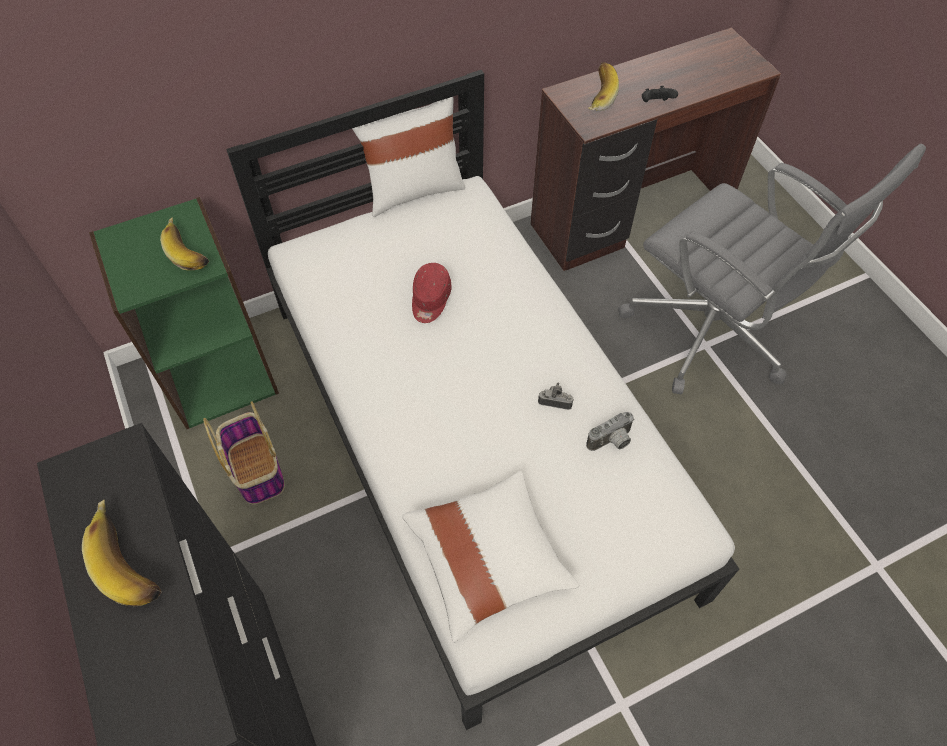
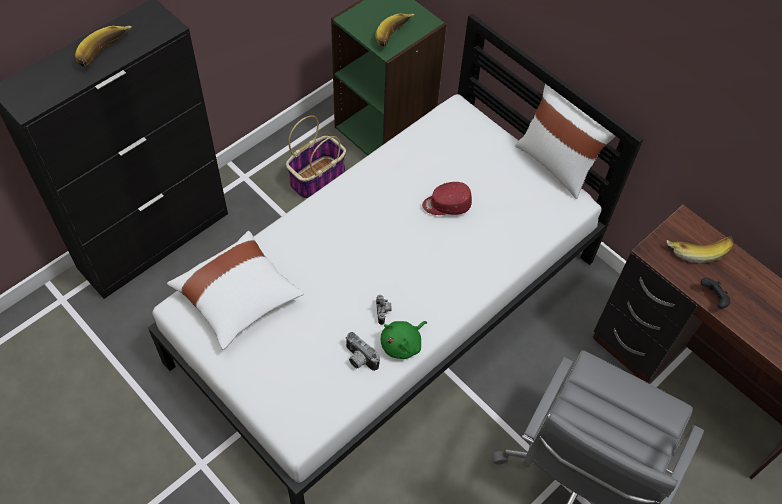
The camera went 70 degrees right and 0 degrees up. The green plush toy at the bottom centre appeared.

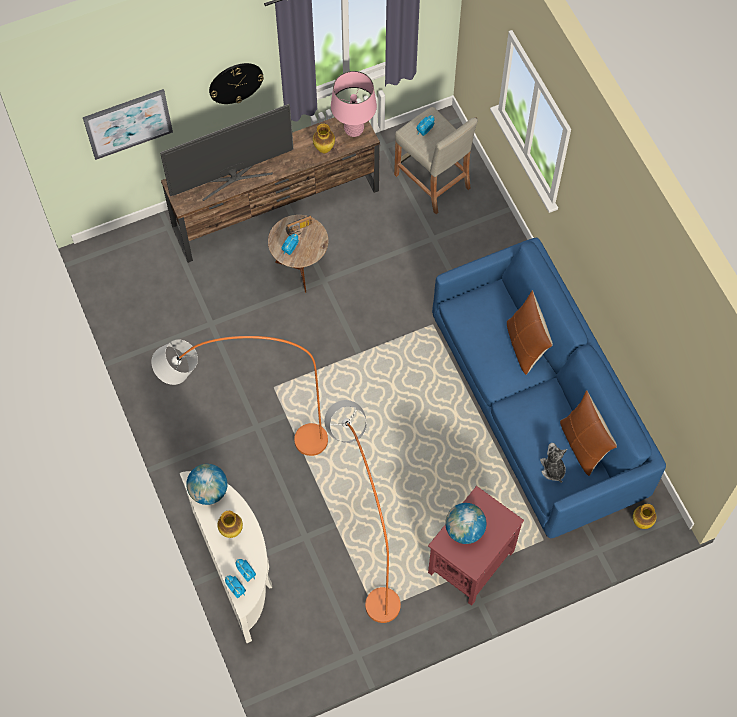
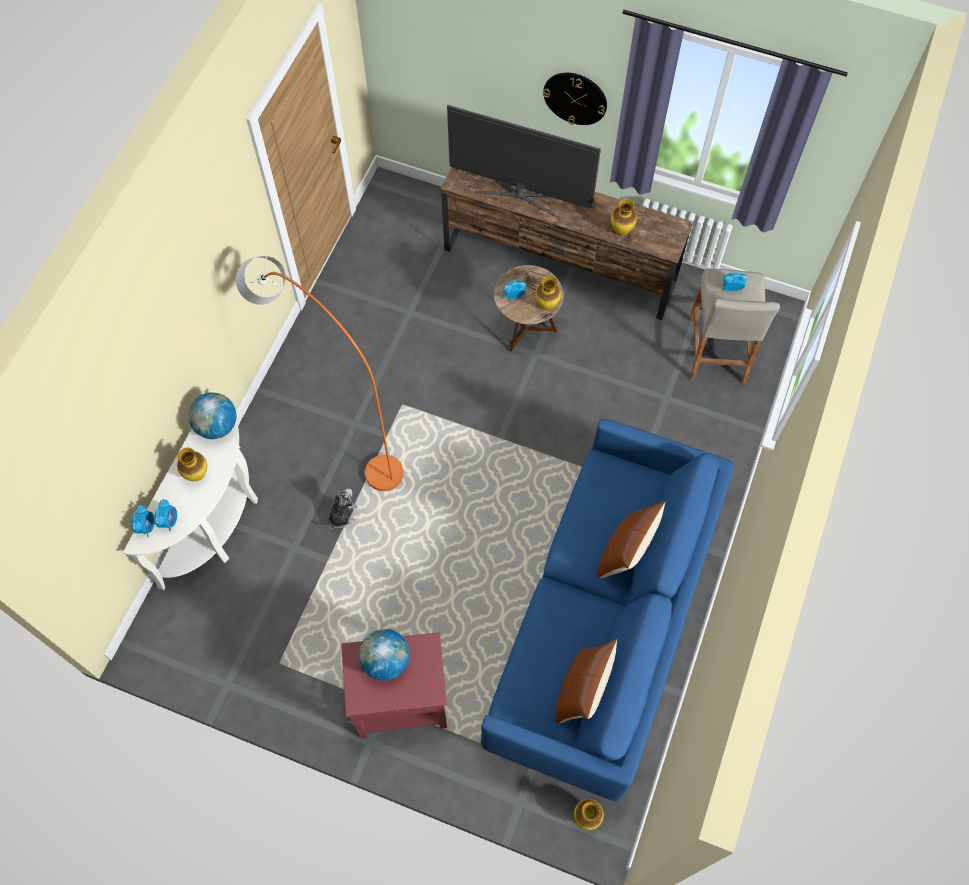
The camera went 45 degrees right and 0 degrees up. The plush toy moved from the middle right to the centre. The vase (2nd from left) at the top centre appeared. The picture at the top left disappeared. The orange floor lamp (2nd from left) at the bottom centre disappeared. The pink table lamp at the top centre disappeared.

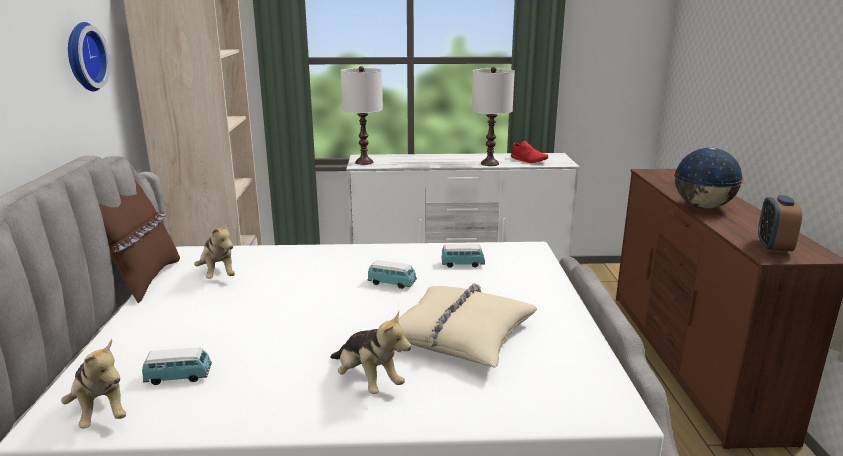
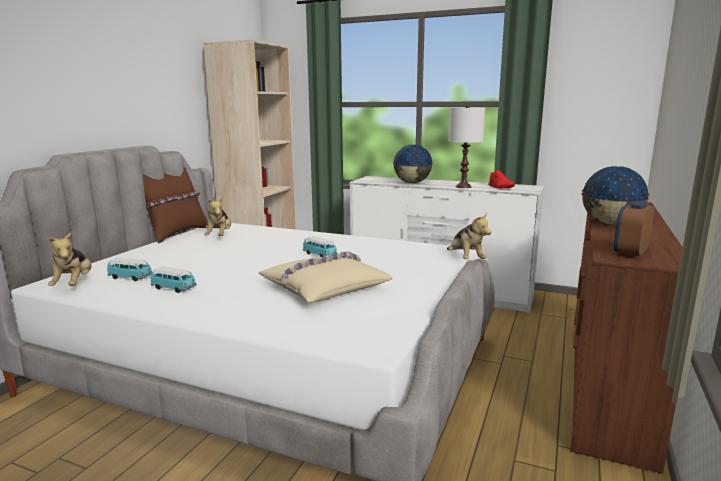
The camera went 25 degrees right and 5 degrees down. The toy car (3rd from left in the first image) moved from the centre to the middle left. The globe (1st from left) at the centre appeared. The plush toy (3rd from left) moved from the bottom centre to the centre. The wall clock at the top left disappeared. The white table lamp (1st from left) at the top centre disappeared.

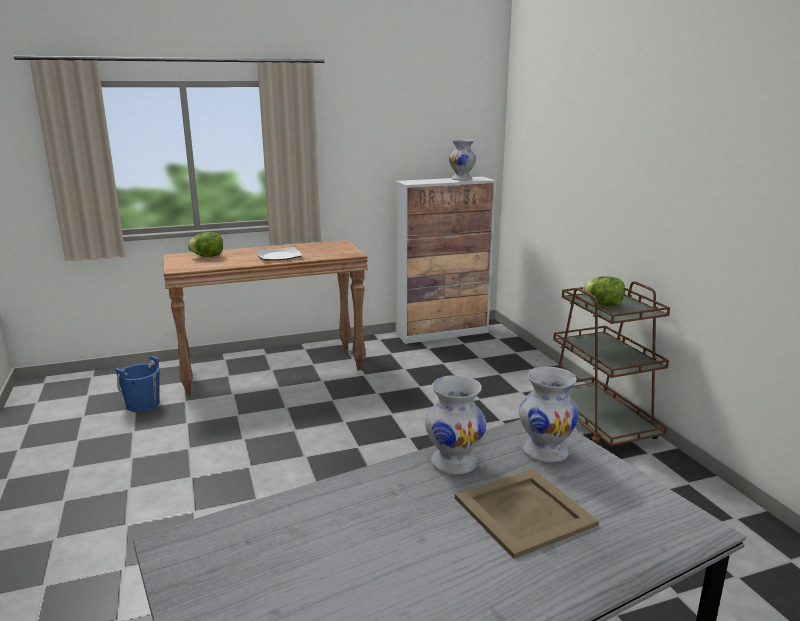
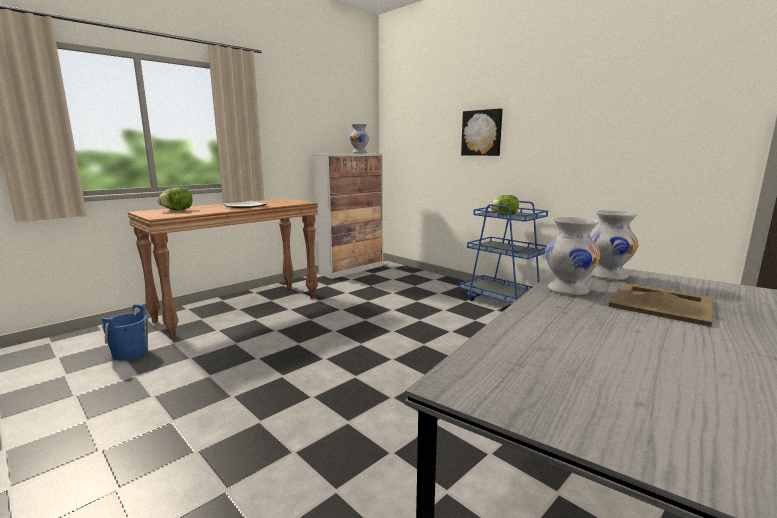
The camera went 25 degrees left and 5 degrees down. The brown cart at the middle right became the blue cart at the centre. The picture at the top centre appeared.

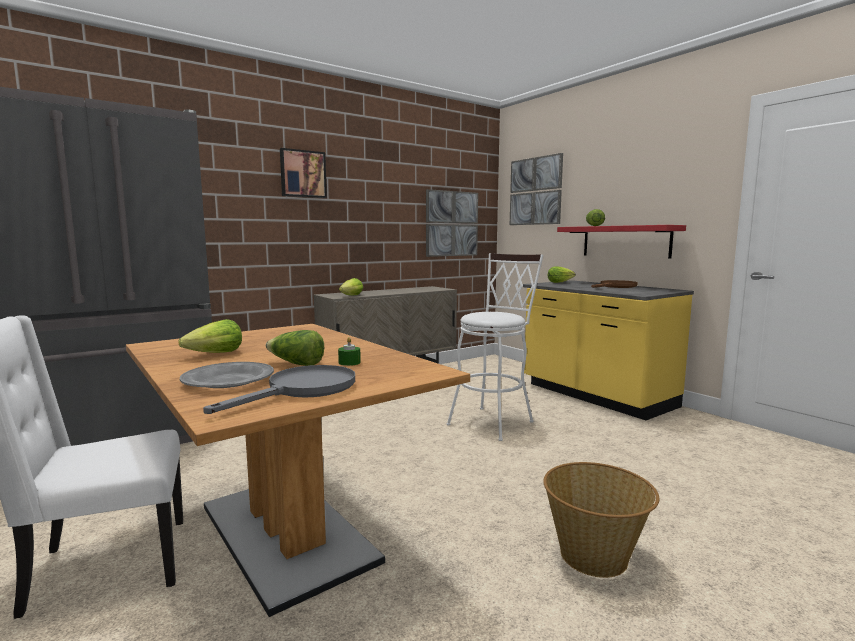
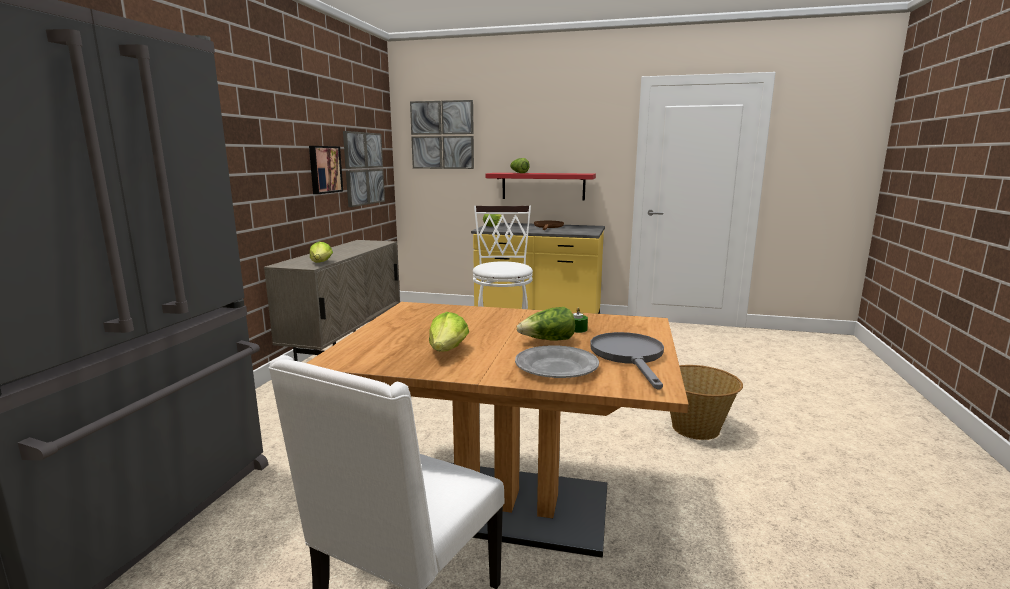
The camera went 40 degrees left and 5 degrees up. The picture (1st from left) moved from the top centre to the top left.

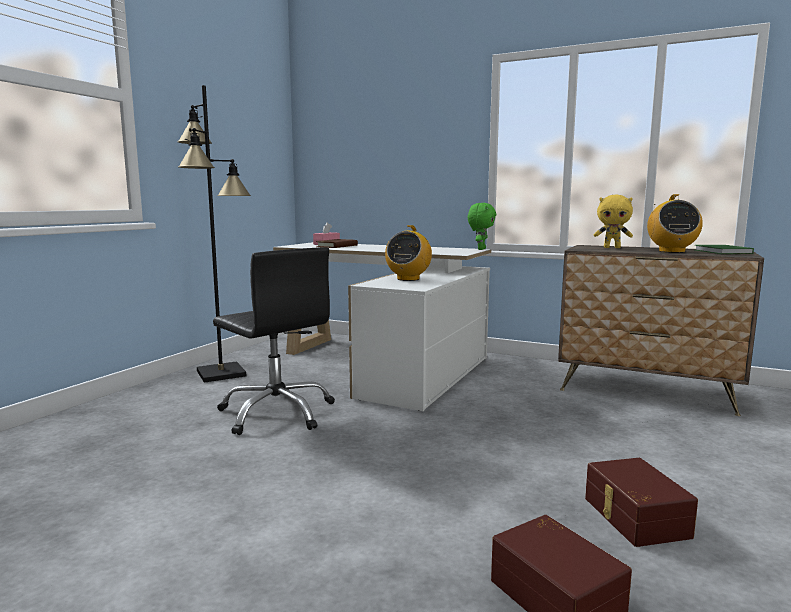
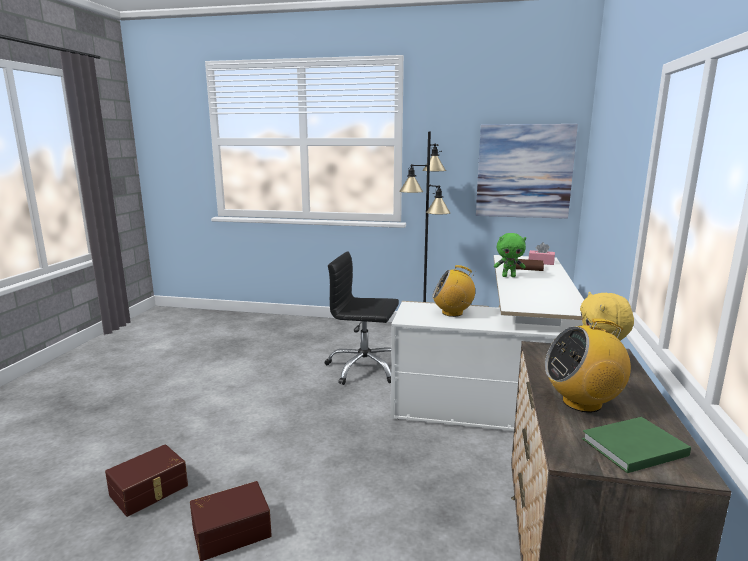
The camera went 75 degrees right and 5 degrees up. The black office chair at the centre turned 75 degrees clockwise. The picture at the top right appeared. The green plush toy moved from the centre to the middle right.

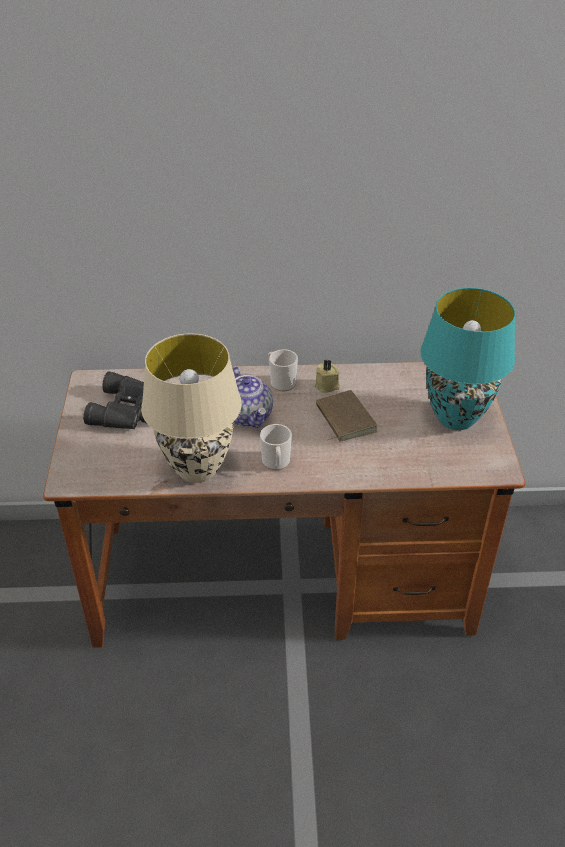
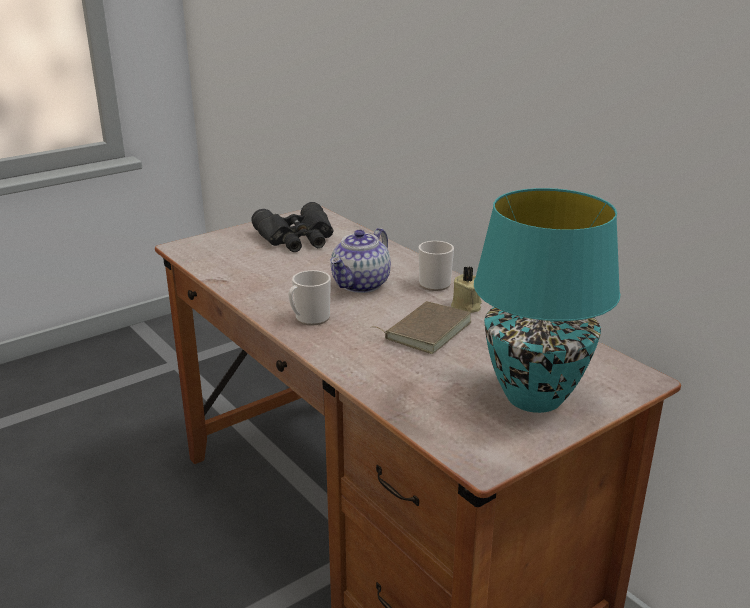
The camera went 55 degrees right and 15 degrees down. The beige table lamp at the centre disappeared.

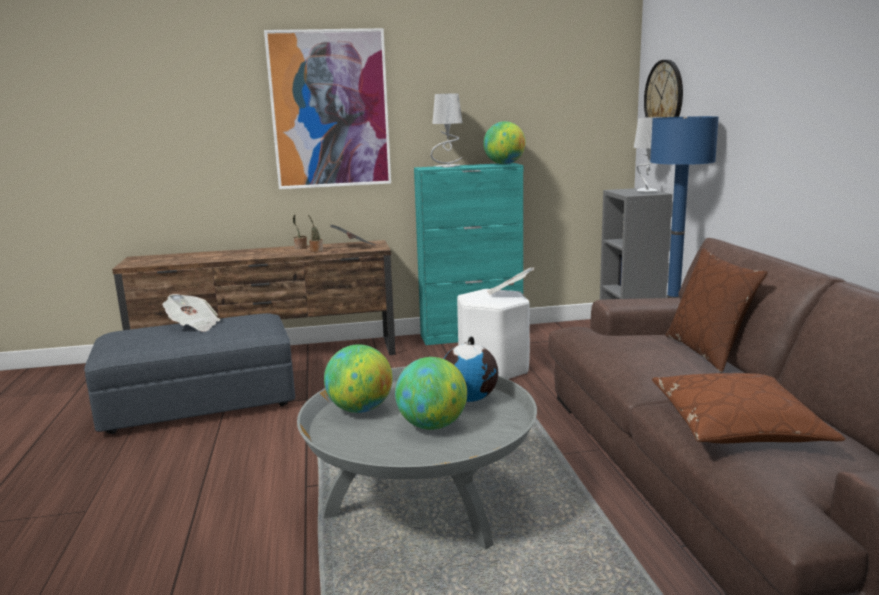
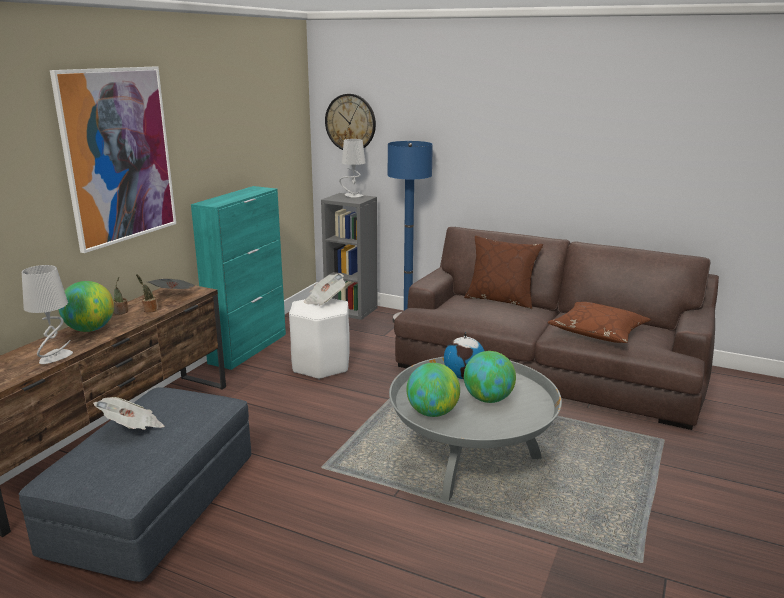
The camera went 55 degrees left and 5 degrees up. The grey table lamp (1st from left) moved from the top centre to the middle left. The globe (4th from left in the first image) moved from the top centre to the middle left.

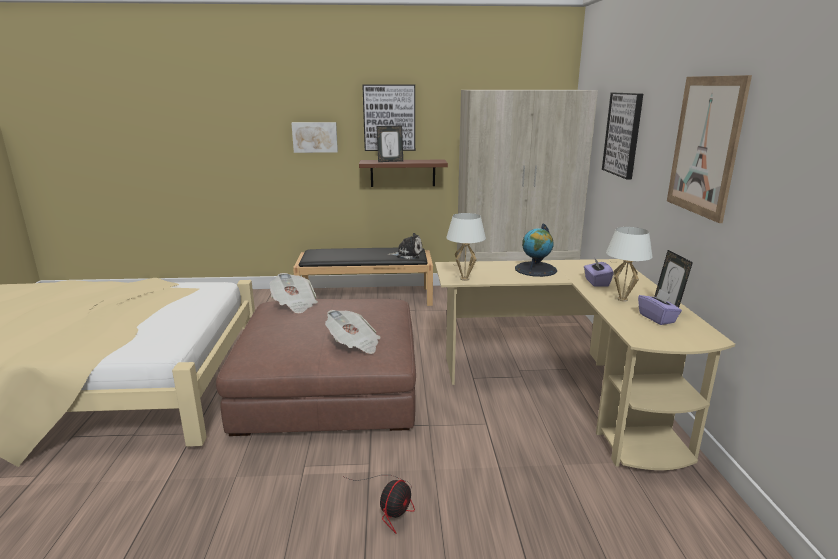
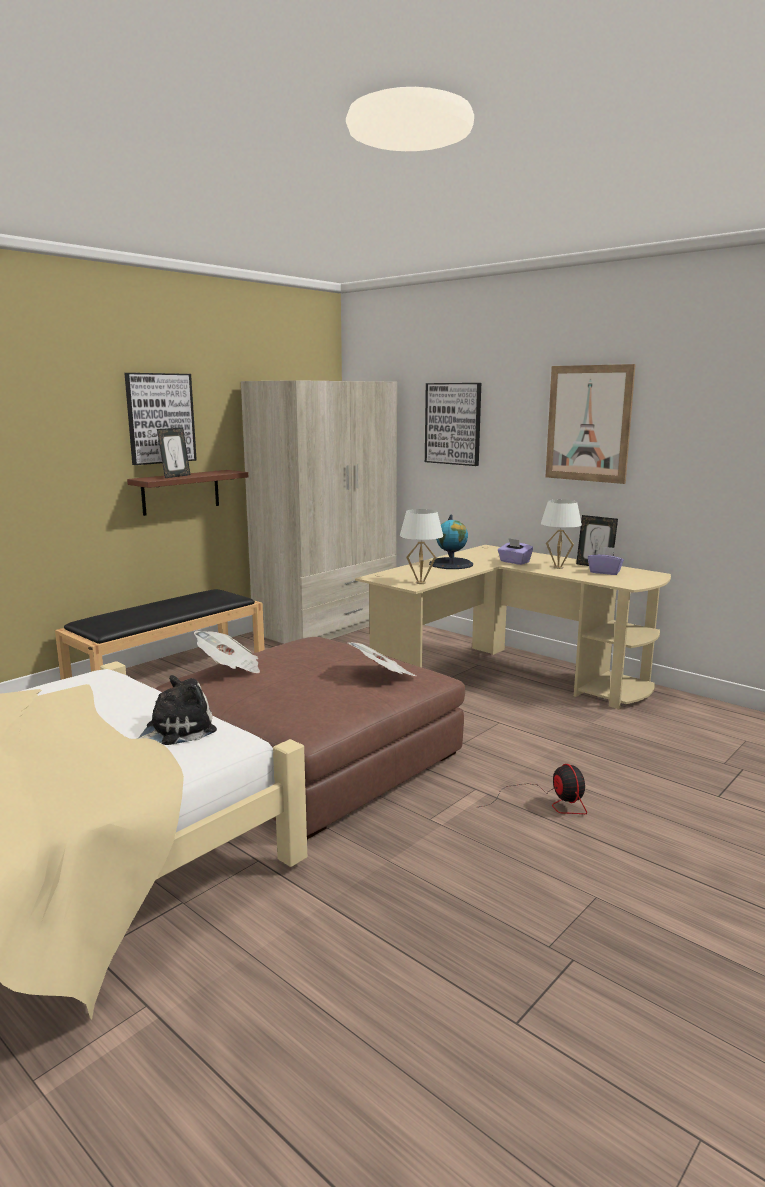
The camera went 45 degrees left and 5 degrees down. The plush toy moved from the centre to the middle left. The picture (1st from left) at the top centre disappeared.

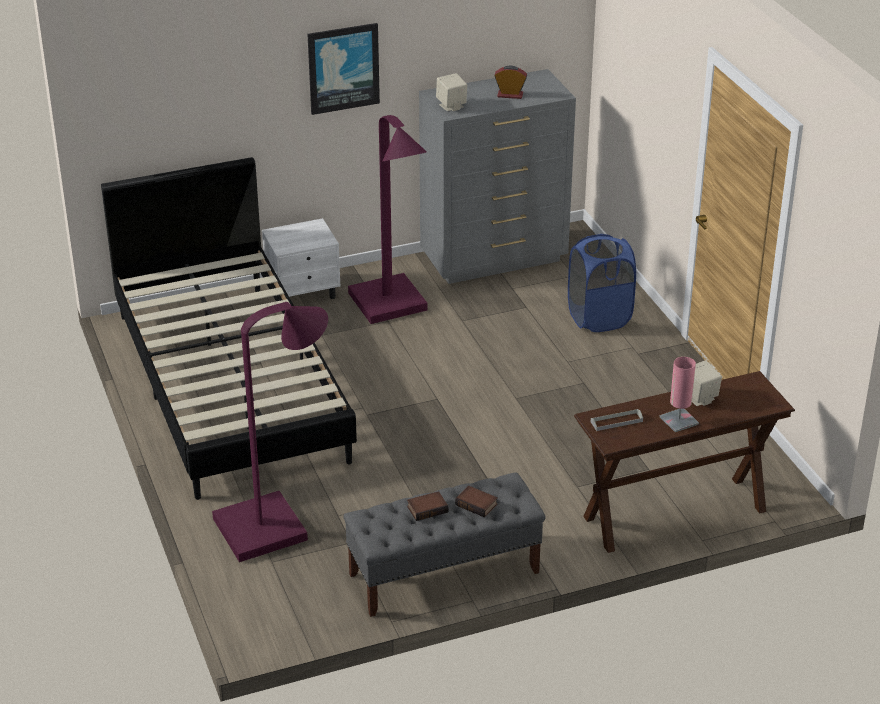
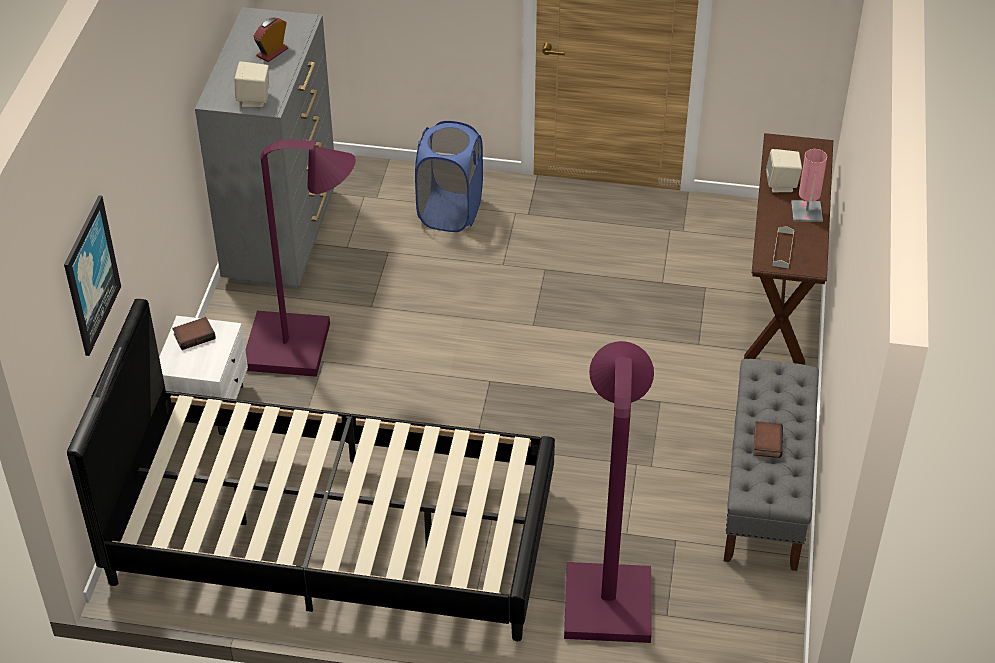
The camera went 60 degrees left and 10 degrees up. The picture moved from the top centre to the middle left. The book (2nd from left in the first image) moved from the bottom centre to the middle left.

